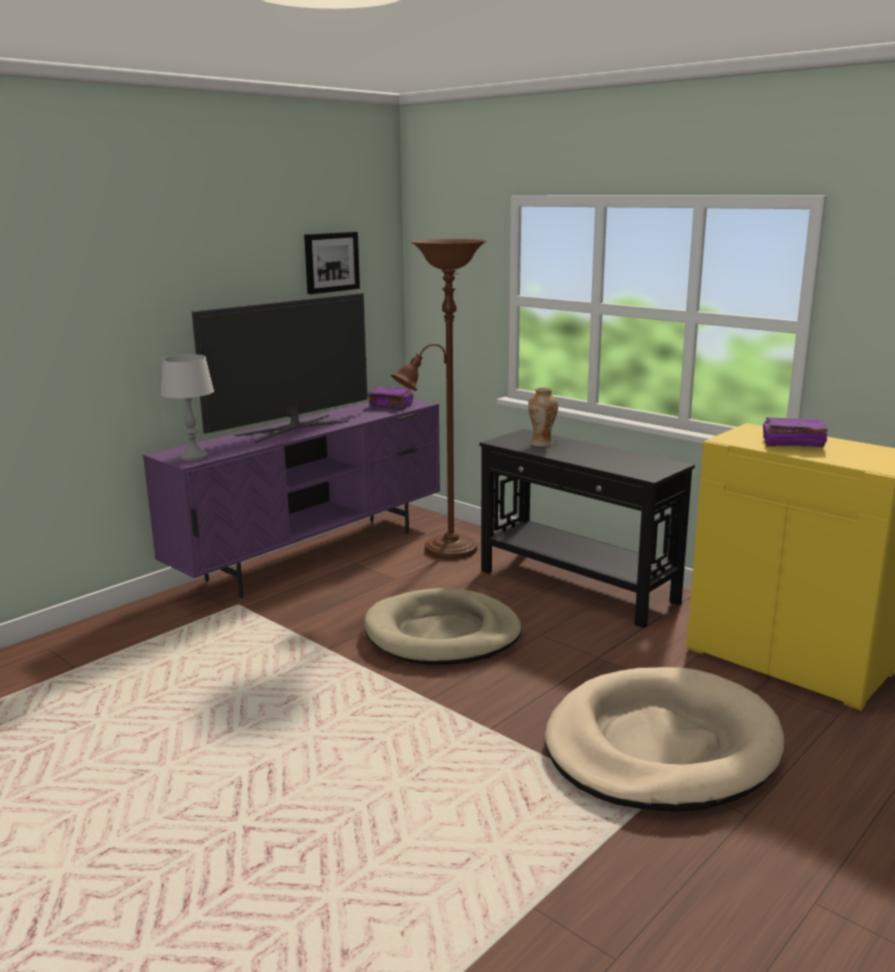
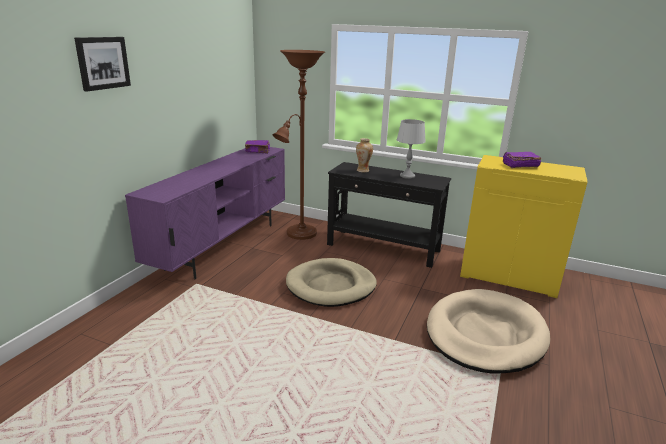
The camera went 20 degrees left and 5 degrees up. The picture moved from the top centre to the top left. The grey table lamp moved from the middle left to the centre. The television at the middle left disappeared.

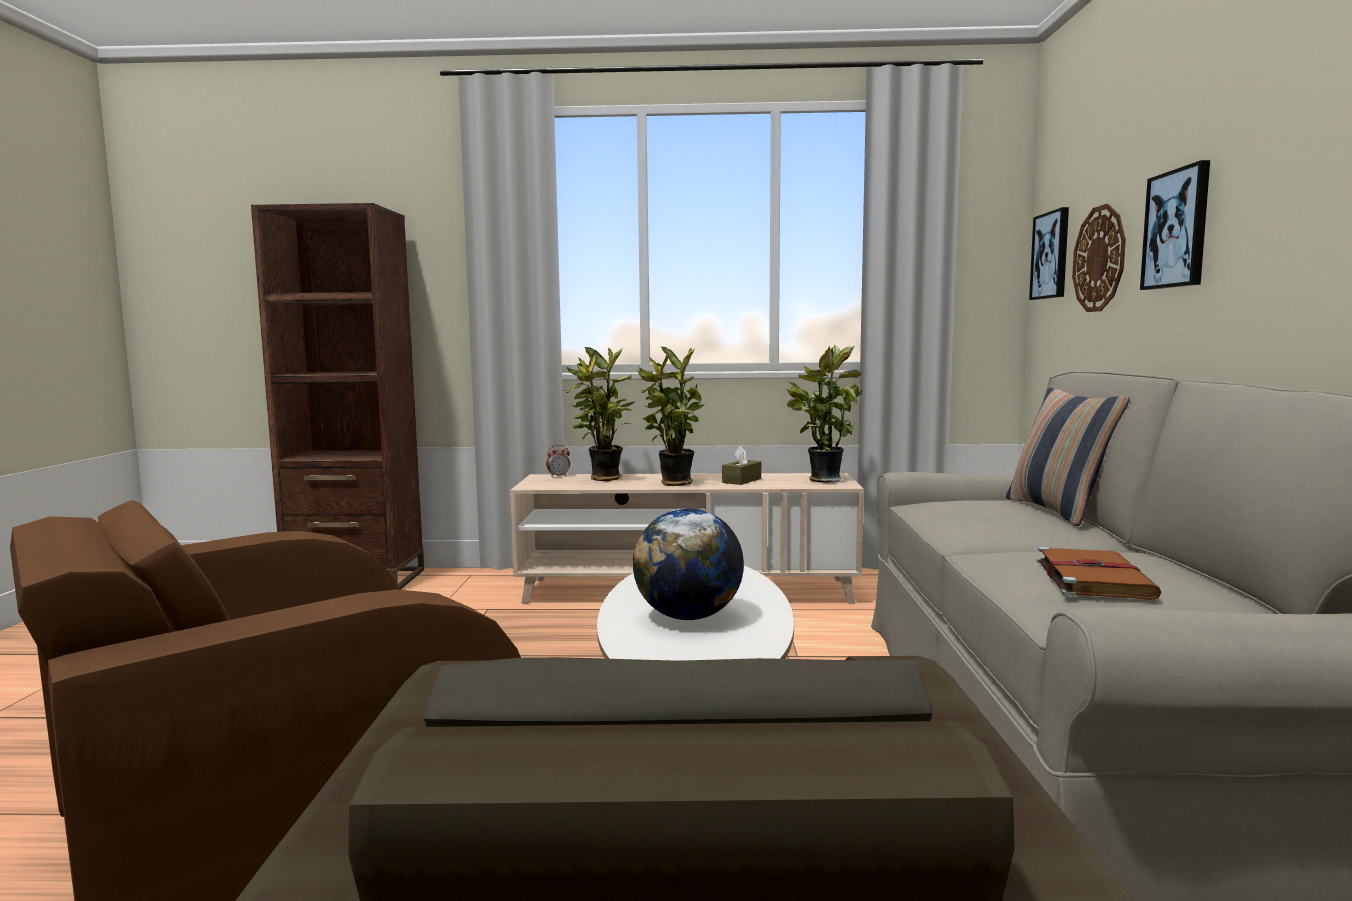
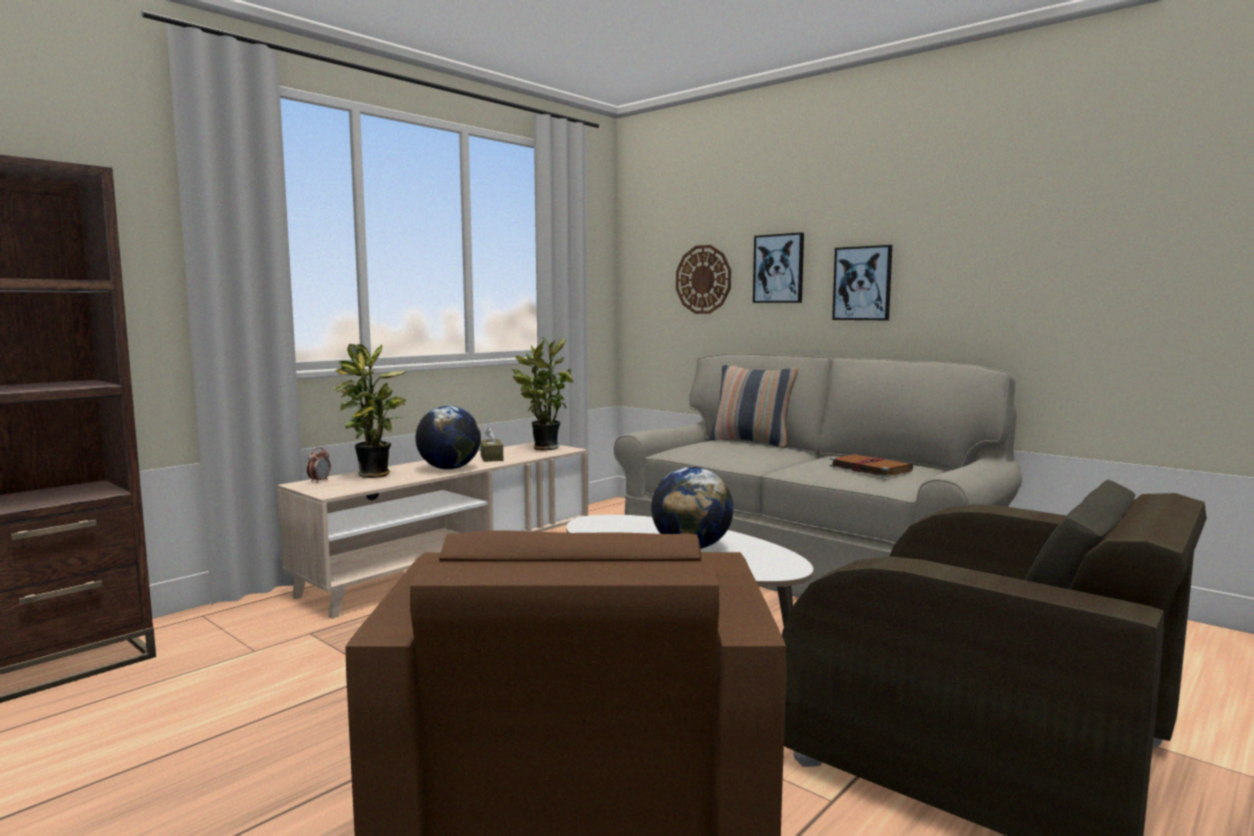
The camera went 50 degrees left and 0 degrees up. The potted plant (2nd from left) at the centre was replaced by the globe (1st from left) at the centre. The picture (1st from left in the first image) moved from the top right to the middle right.

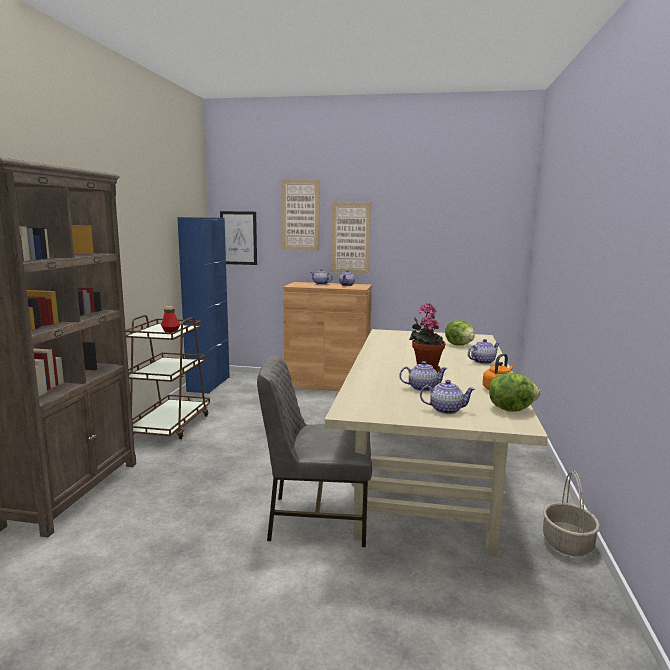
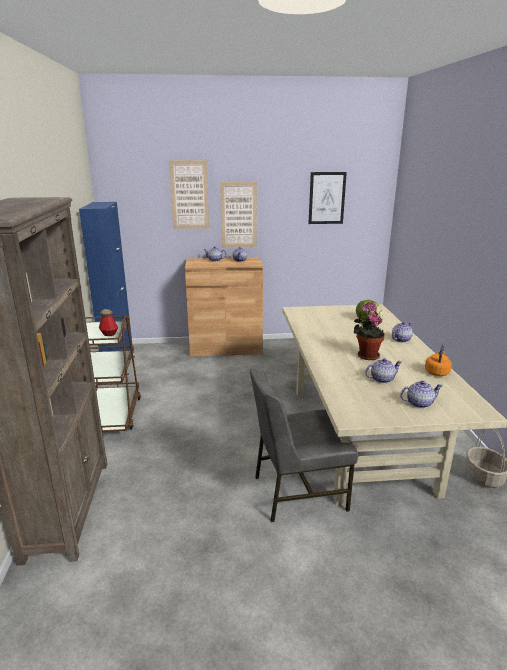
The camera went 15 degrees left and 10 degrees up. The picture (1st from left in the first image) moved from the centre to the top centre. The lettuce (2nd from left) at the middle right disappeared.

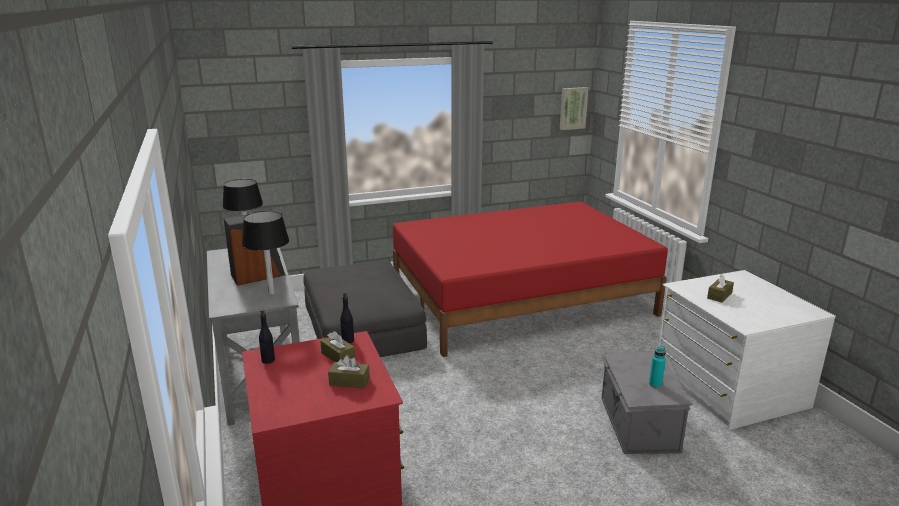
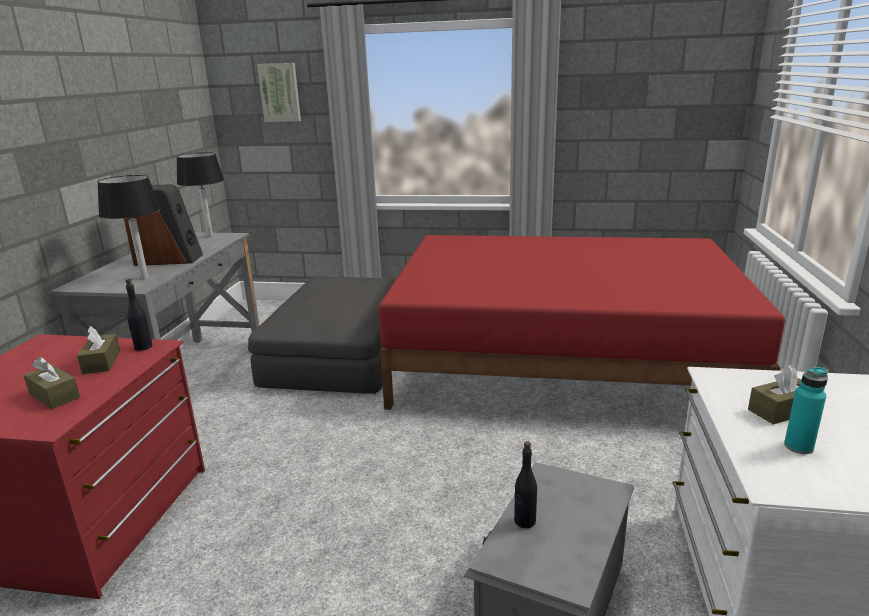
The camera went 30 degrees right and 0 degrees up. The picture moved from the top centre to the top left. The black bottle (1st from left in the first image) moved from the middle left to the bottom centre. The turquoise bottle moved from the bottom right to the middle right.

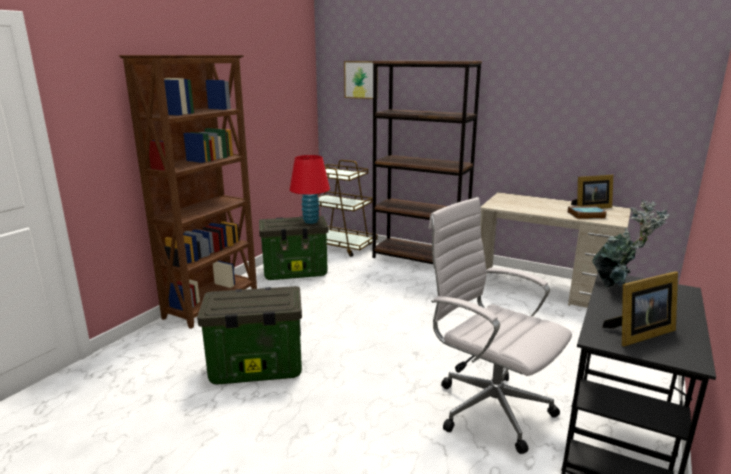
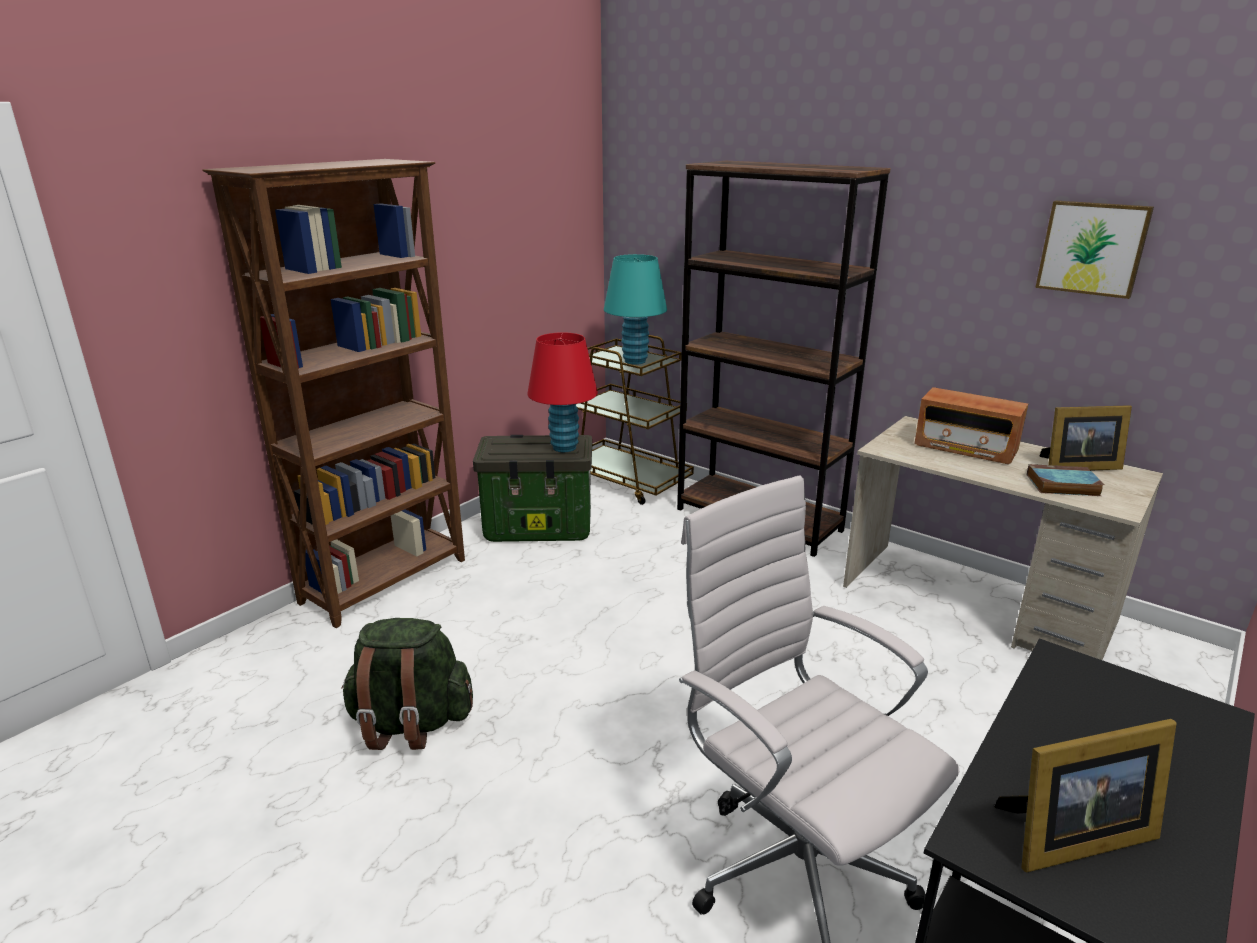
The camera went 10 degrees right and 5 degrees up. The storage box (1st from left) at the bottom centre was replaced by the green backpack at the bottom left. The turquoise table lamp at the top centre appeared. The radio at the middle right appeared. The picture moved from the top centre to the top right. The potted plant at the middle right disappeared.

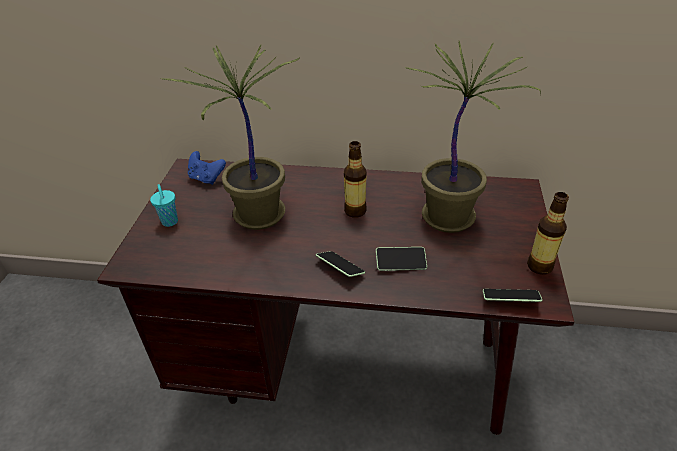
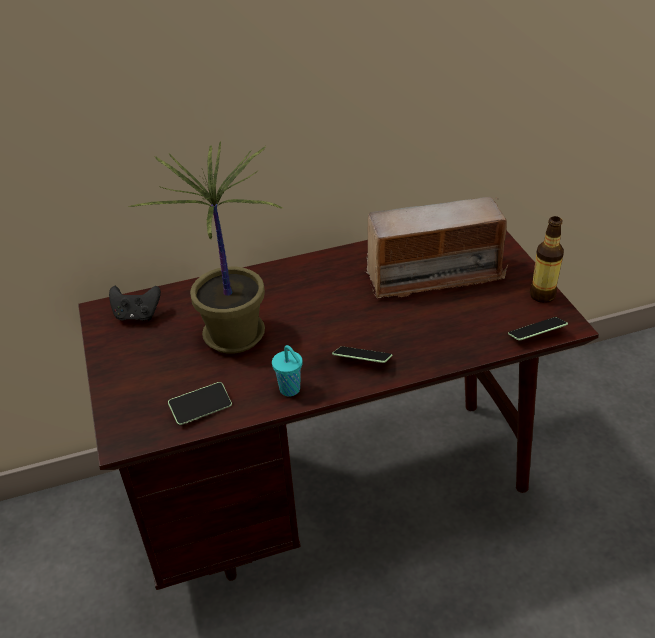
The camera went 25 degrees left and 0 degrees up. The blue game controller at the middle left became the black game controller at the middle left. The phone (2nd from left in the first image) moved from the centre to the middle left. The turquoise cup moved from the middle left to the centre. The potted plant (2nd from left) at the top right was replaced by the radio at the middle right. The bottle (1st from left) at the centre disappeared.

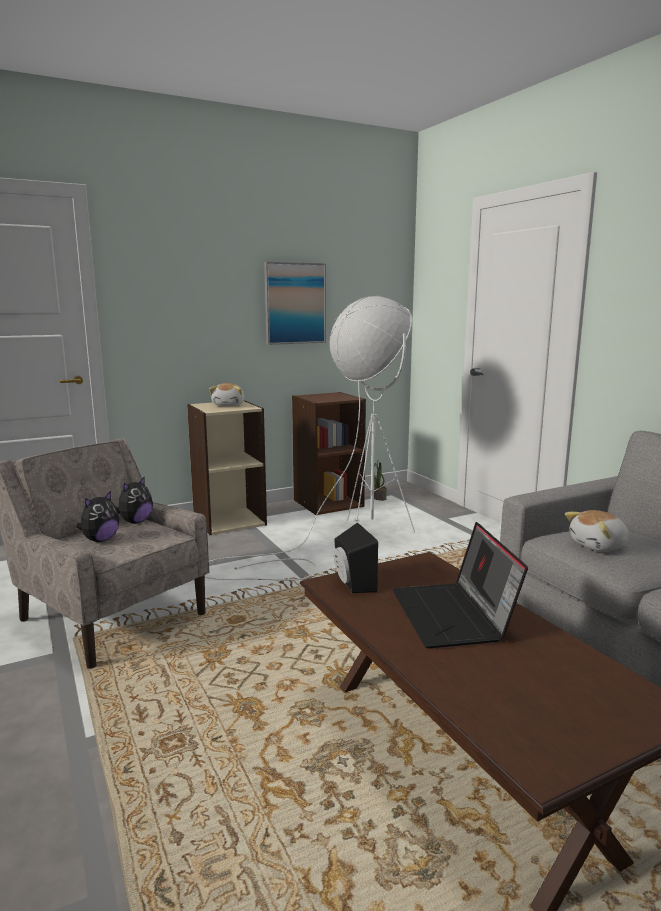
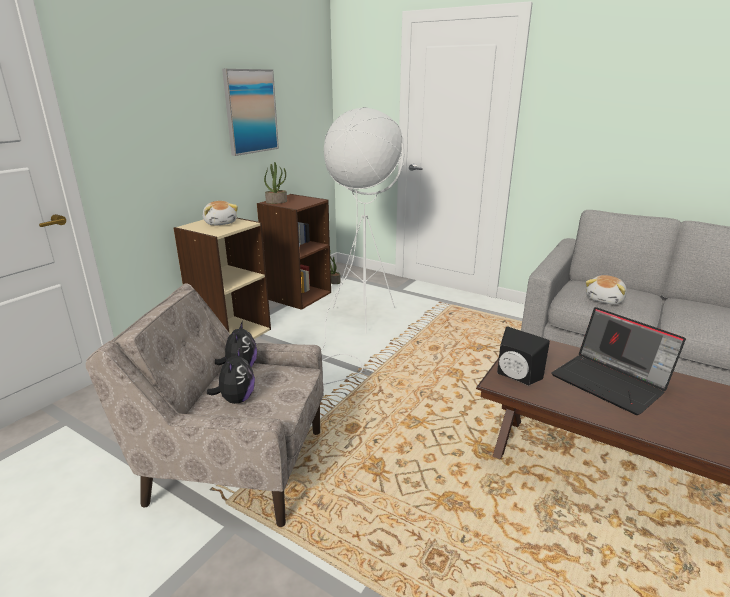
The camera went 30 degrees left and 10 degrees up. The potted plant (1st from left) at the top centre appeared.

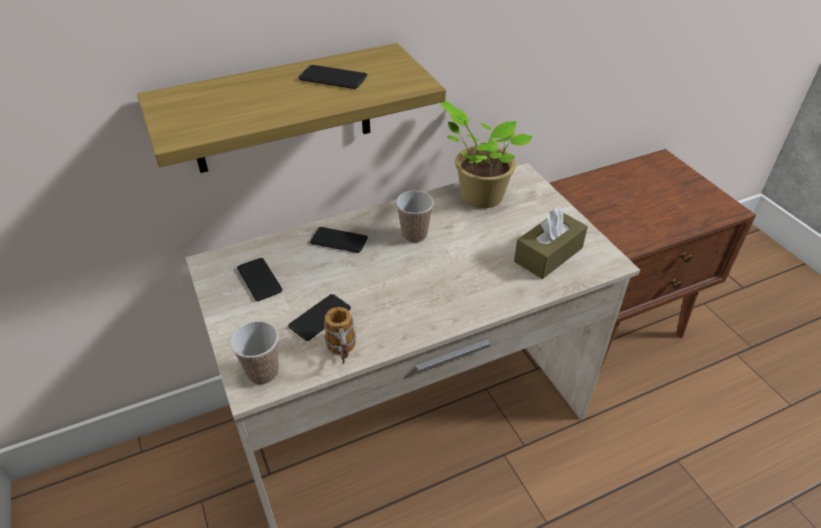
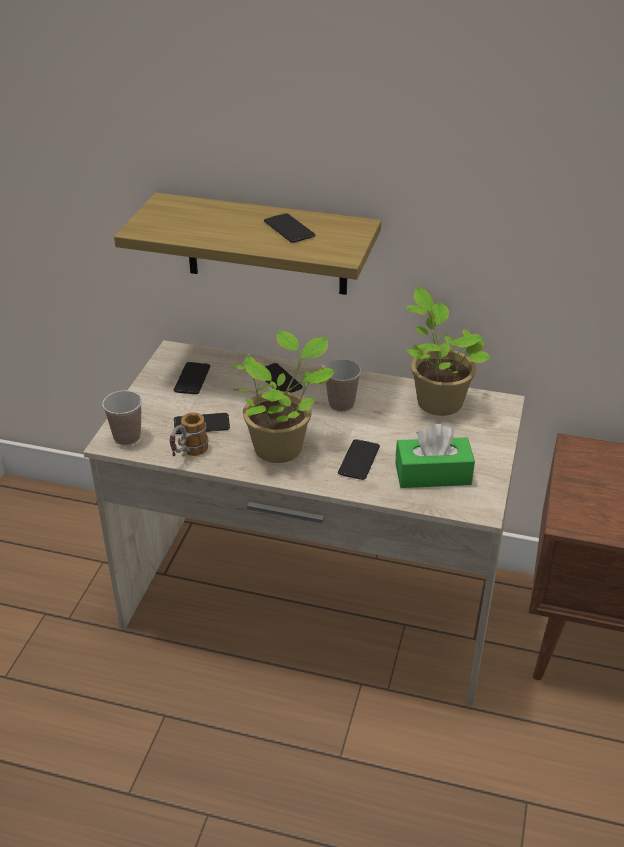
The camera went 40 degrees right and 5 degrees down. The potted plant (1st from left) at the centre appeared. The phone (5th from left) at the centre appeared. The brown tissue box at the middle right became the green tissue box at the middle right.

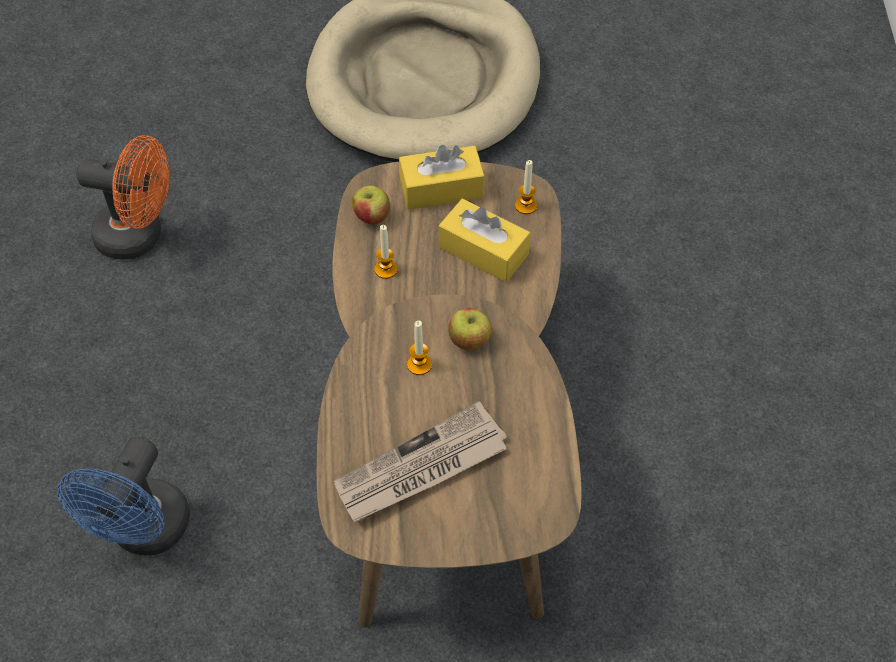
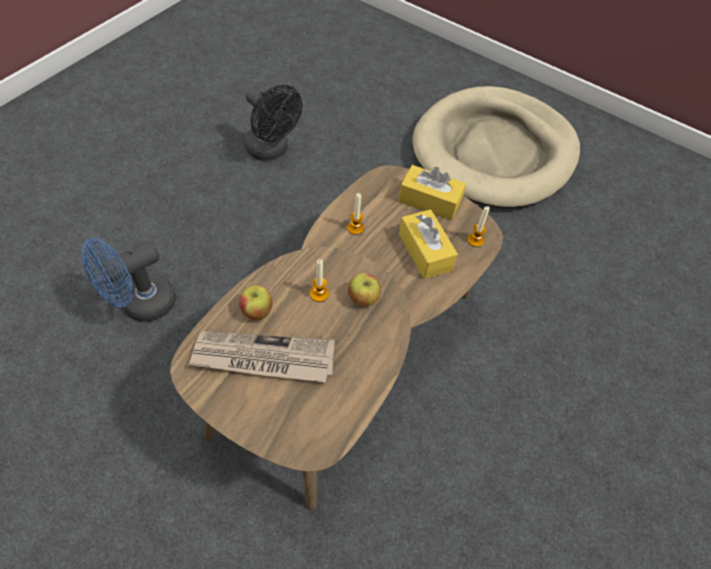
The camera went 30 degrees right and 0 degrees up. The apple (1st from left) moved from the top centre to the centre. The orange fan at the top left became the black fan at the top centre.

